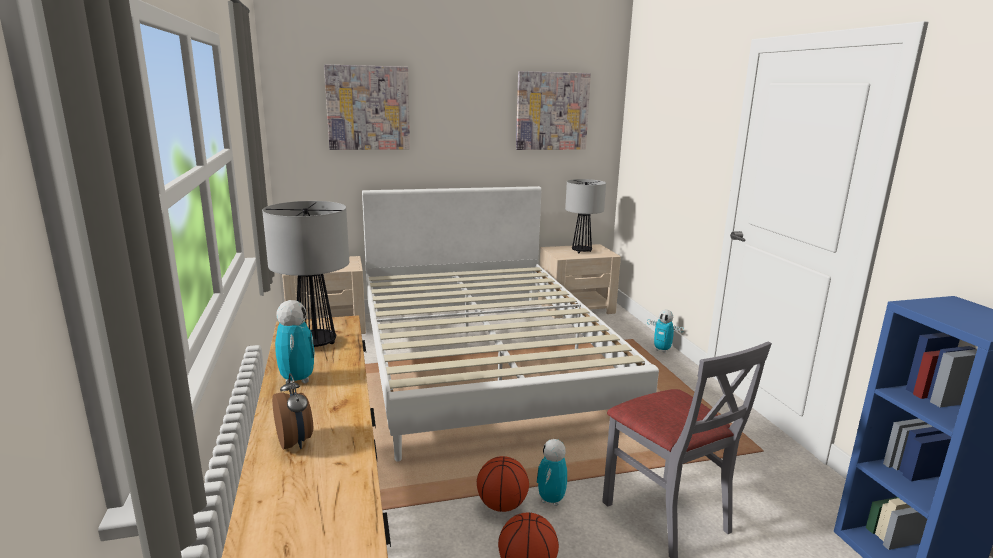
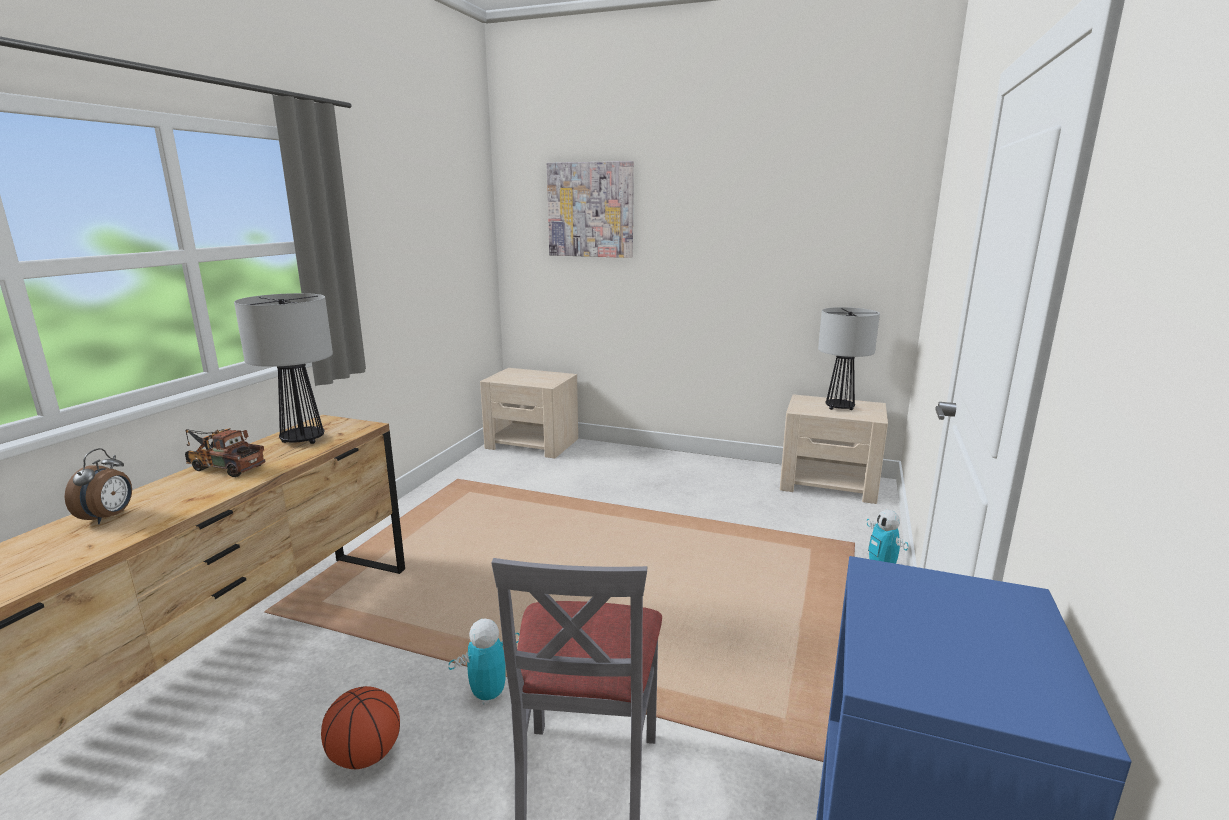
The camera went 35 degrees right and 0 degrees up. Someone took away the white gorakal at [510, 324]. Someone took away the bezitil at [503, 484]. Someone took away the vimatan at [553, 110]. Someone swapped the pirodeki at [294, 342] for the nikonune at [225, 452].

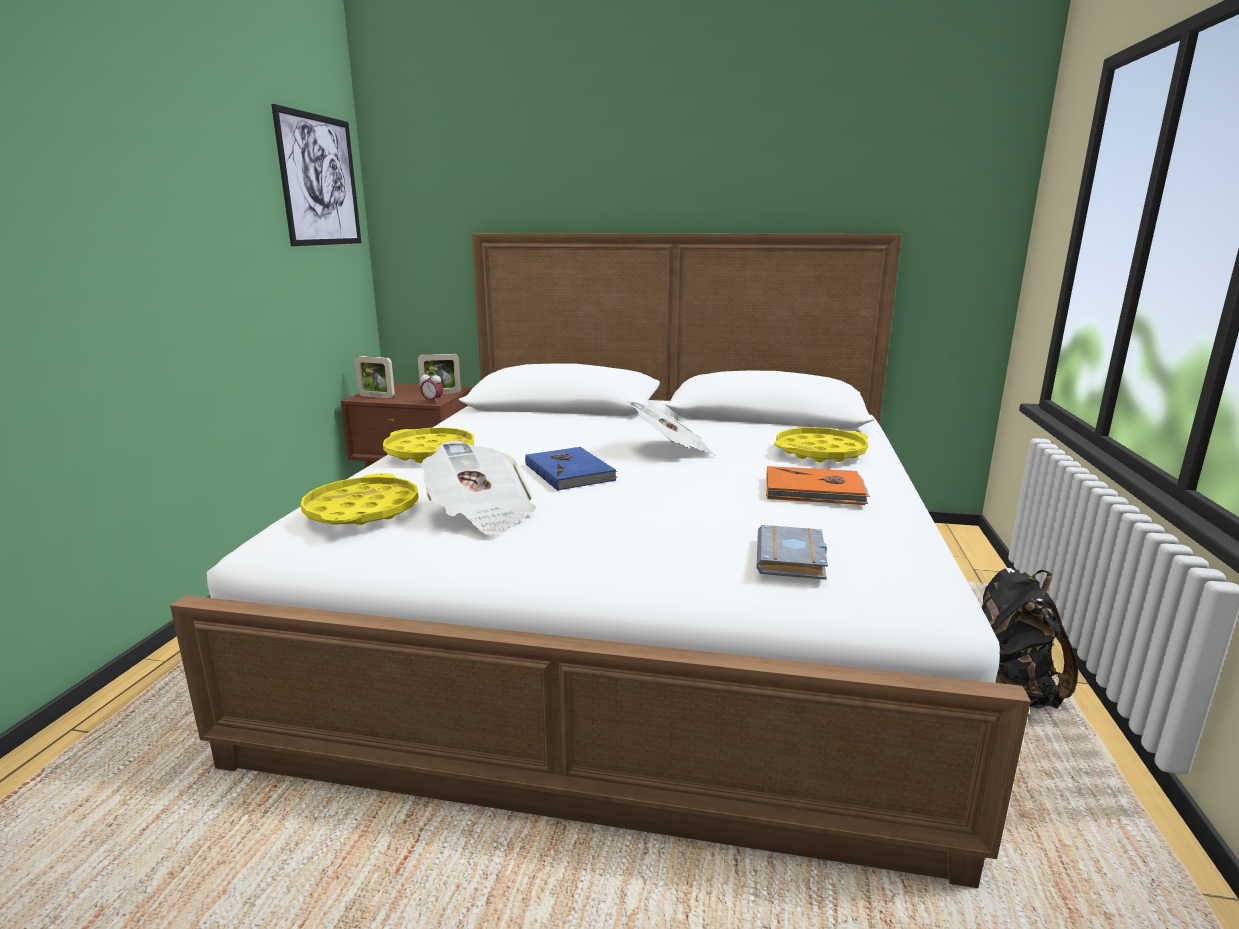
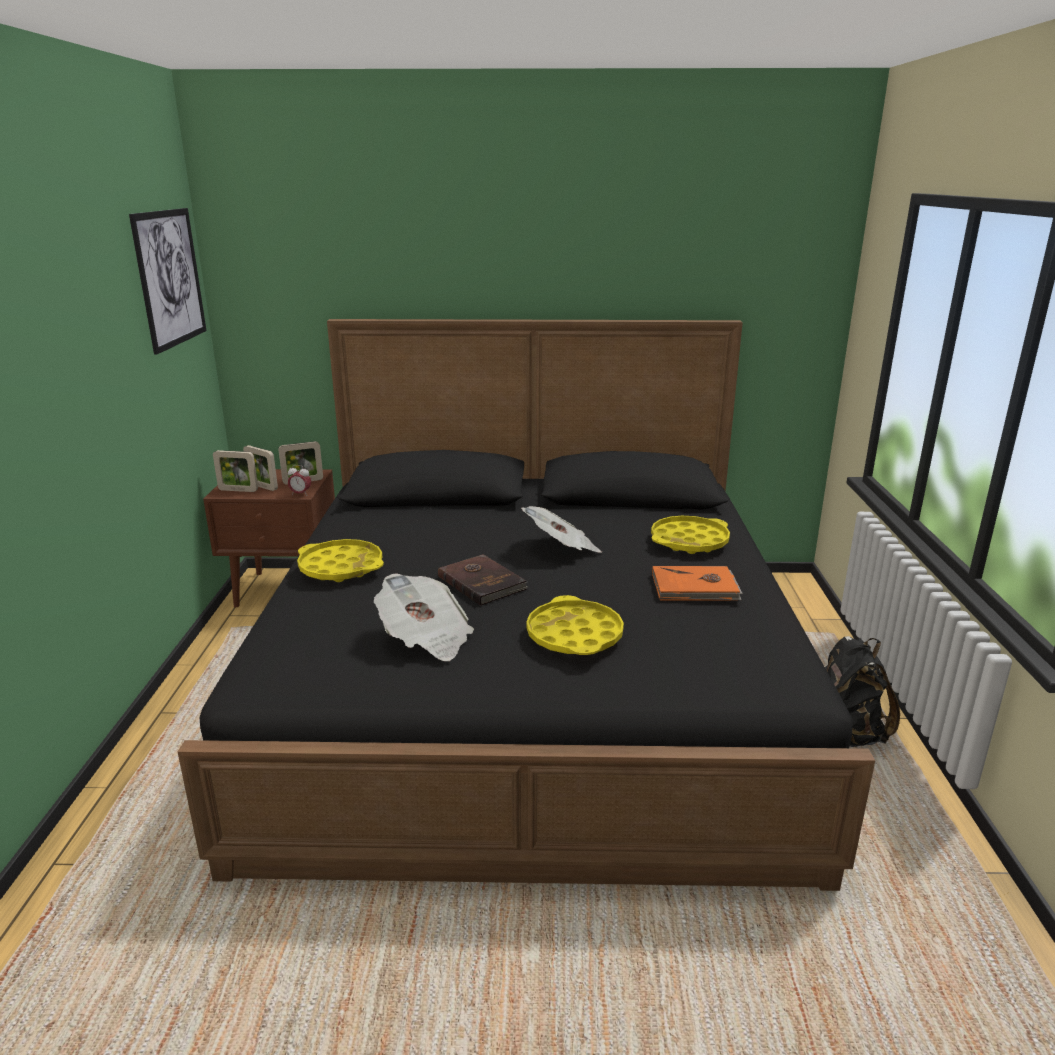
The camera went 10 degrees left and 5 degrees up. Someone took away the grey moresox at [792, 552]. Someone put down the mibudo at [260, 468]. Someone carried the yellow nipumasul from [360, 499] to [575, 625]. Someone repainted the white gorakal at [600, 560], which became the black gorakal at [526, 605]. Someone repainted the blue moresox at [571, 469], which became the brown moresox at [483, 580].

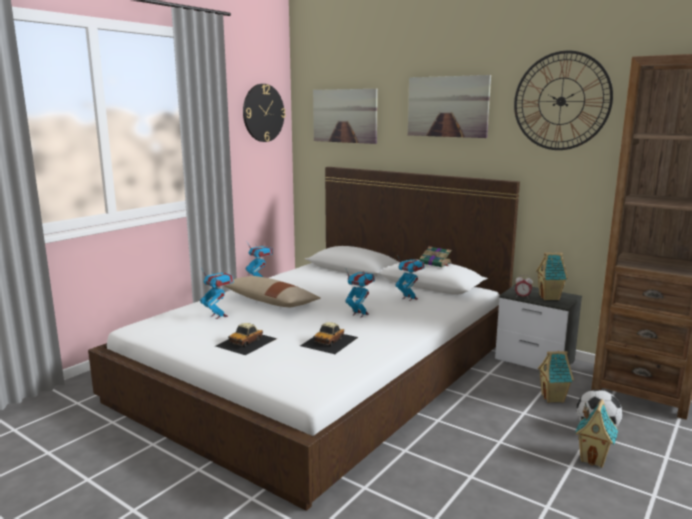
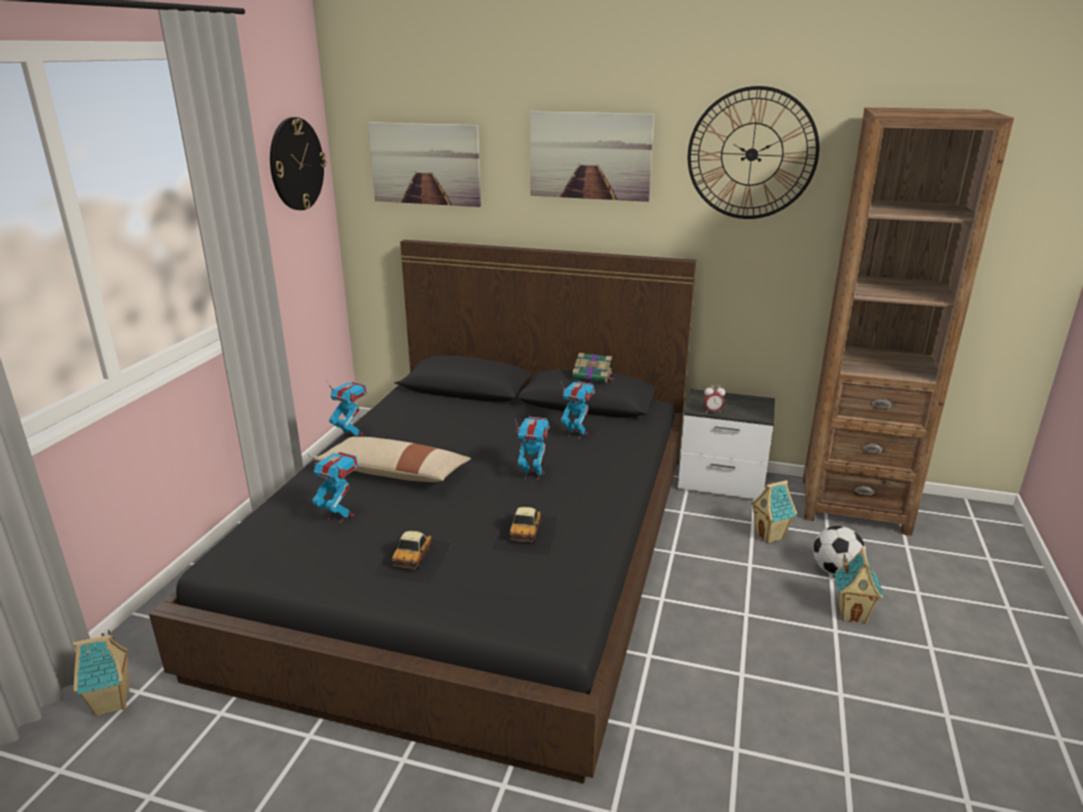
The camera went 20 degrees left and 10 degrees up. Someone carried the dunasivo from [552, 276] to [101, 673]. Someone repainted the white gorakal at [304, 339], which became the black gorakal at [422, 512].

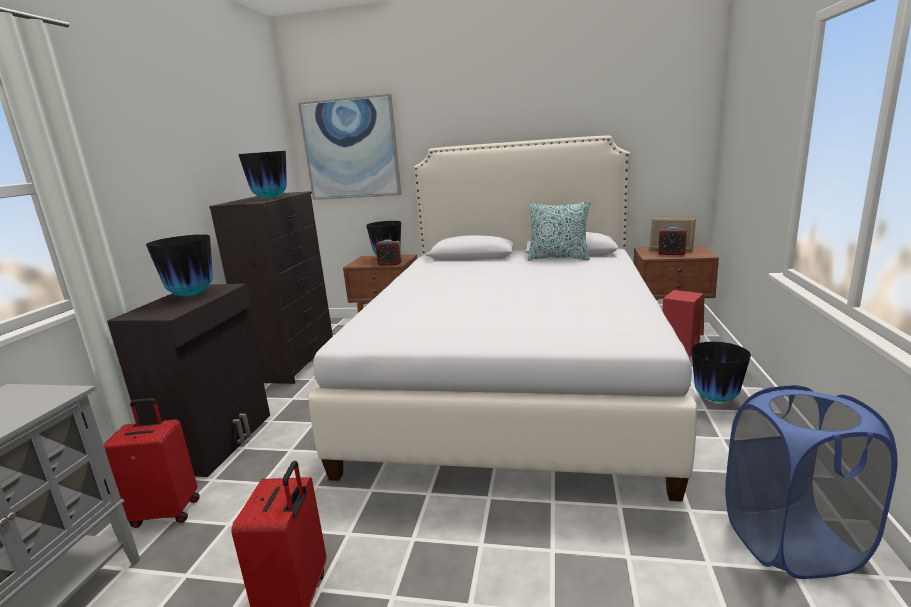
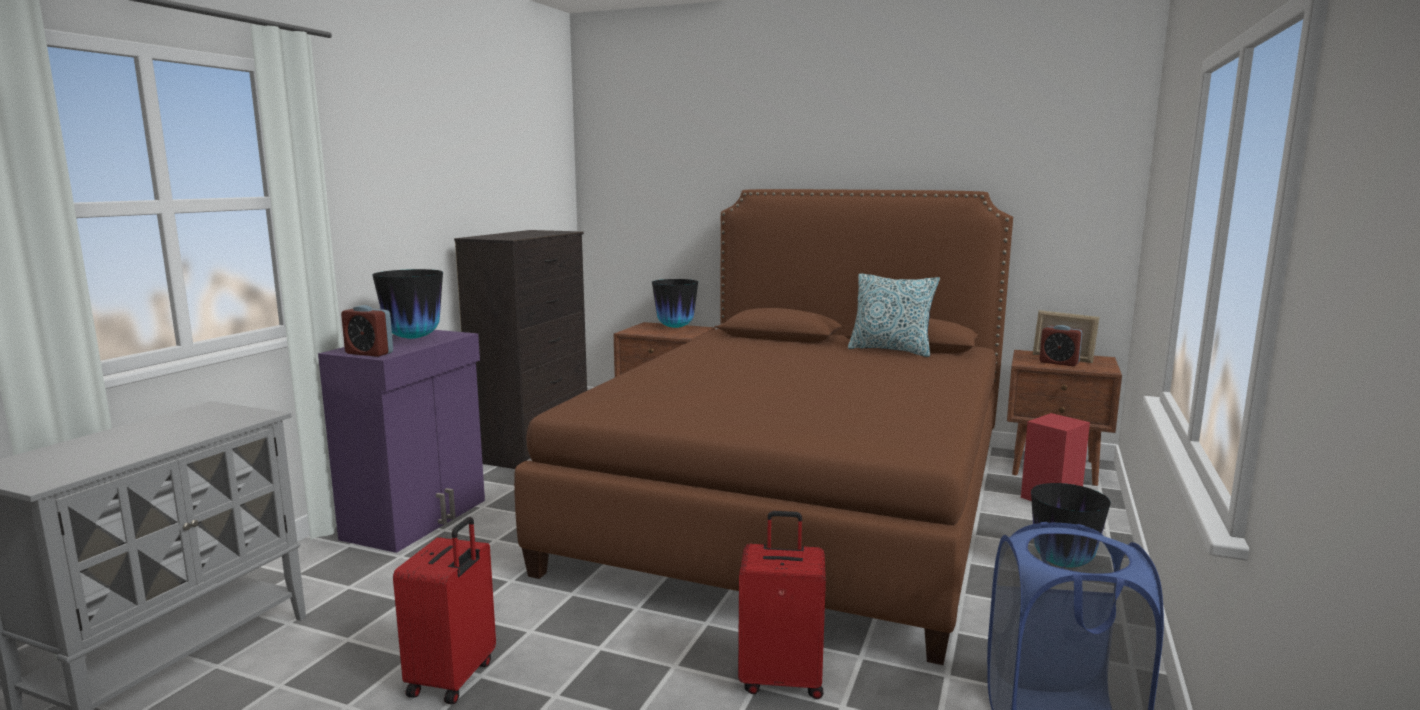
The camera went 10 degrees right and 5 degrees down. Someone took away the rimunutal at [262, 174]. Someone took away the vimatan at [350, 147]. Someone carried the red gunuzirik from [152, 463] to [782, 605]. Someone carried the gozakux from [389, 253] to [367, 331]. Someone repainted the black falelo at [188, 380], which became the purple falelo at [401, 441]. Someone repainted the white gorakal at [502, 319], which became the brown gorakal at [763, 427].

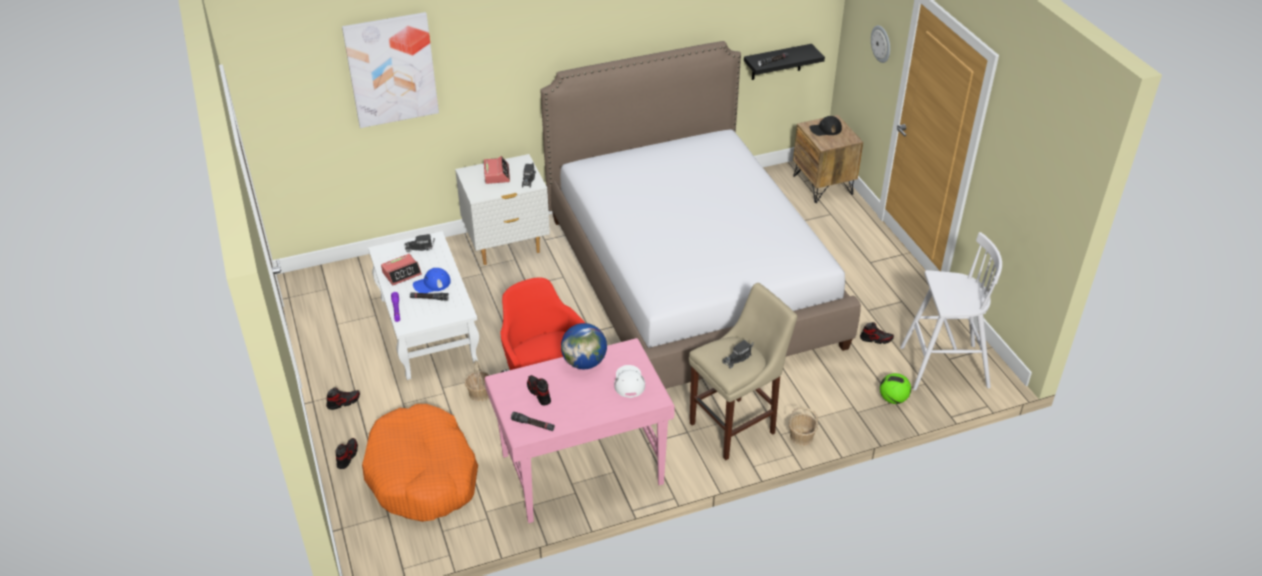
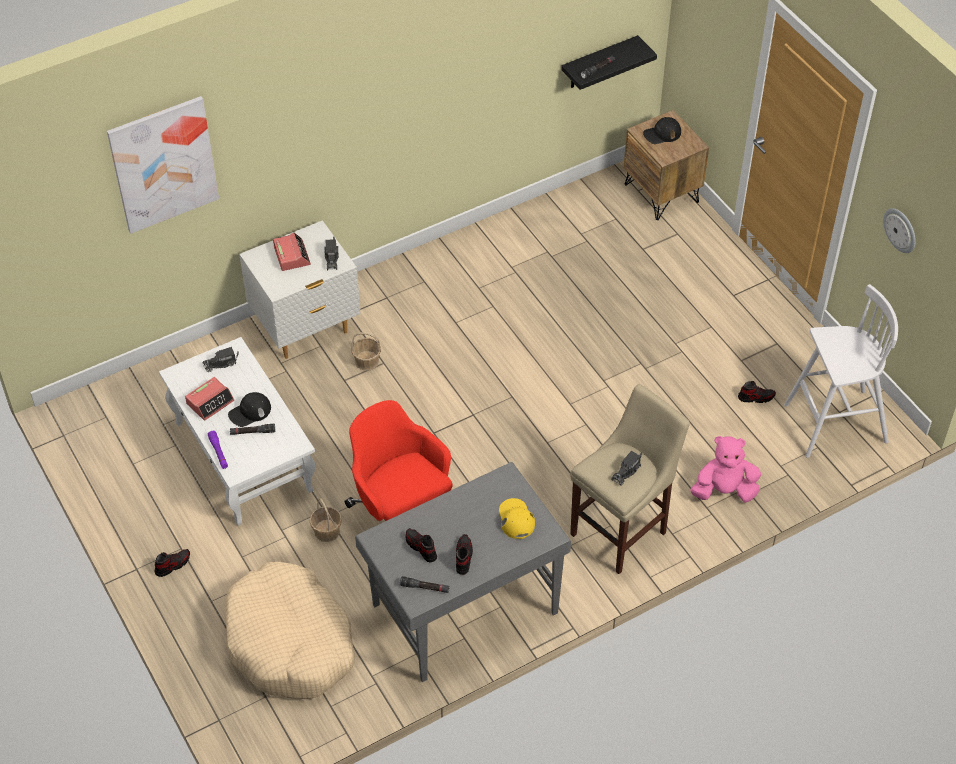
The camera went 10 degrees left and 10 degrees up. Someone took away the gorakal at [700, 215]. Someone took away the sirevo at [584, 346]. Someone took away the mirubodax at [895, 388]. Someone put down the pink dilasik at [726, 469]. Someone carried the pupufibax from [346, 453] to [464, 554]. Someone carried the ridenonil from [803, 426] to [366, 351]. Someone carried the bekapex from [880, 44] to [899, 230]. Someone repainted the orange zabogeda at [420, 463], which became the beige zabogeda at [290, 630]. Someone repainted the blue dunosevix at [432, 280], which became the black dunosevix at [249, 409]. Someone repainted the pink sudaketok at [580, 430], which became the grey sudaketok at [463, 572]. Someone repainted the white dunosevix at [629, 381], which became the yellow dunosevix at [517, 518].

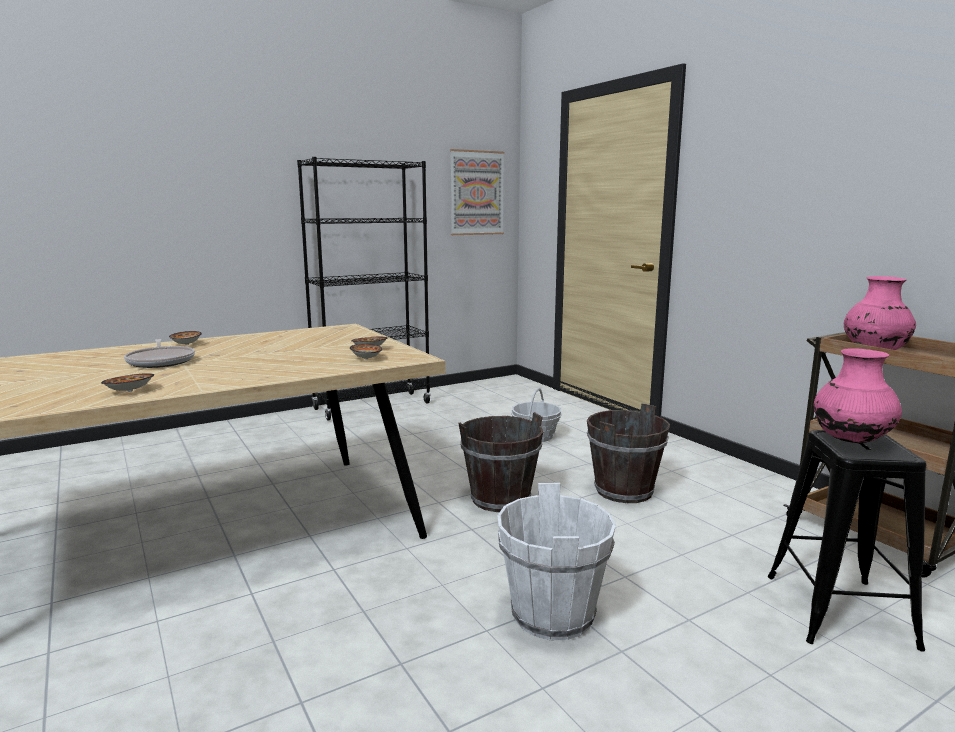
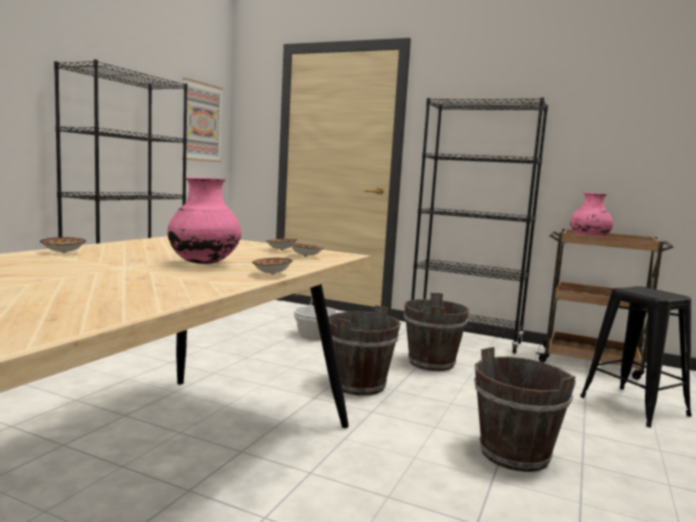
The camera went 35 degrees left and 5 degrees down. Someone took away the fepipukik at [159, 353]. Someone put down the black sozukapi at [479, 225]. Someone carried the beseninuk from [127, 382] to [272, 266]. Someone carried the pink rimunutal from [858, 395] to [204, 220]. Someone repainted the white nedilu at [556, 561], which became the brown nedilu at [525, 409].

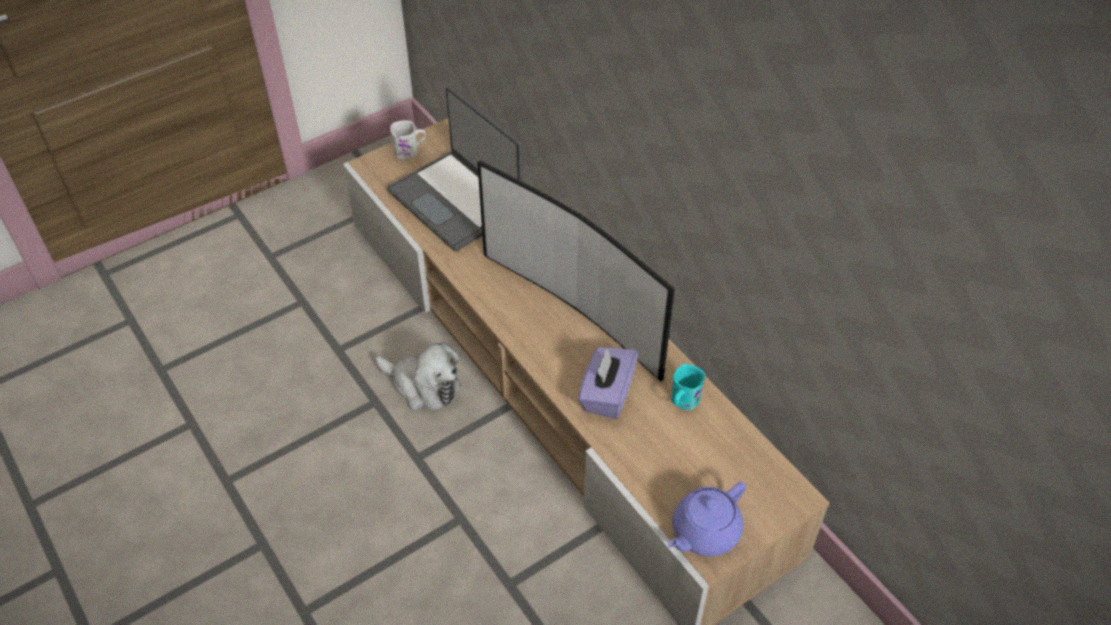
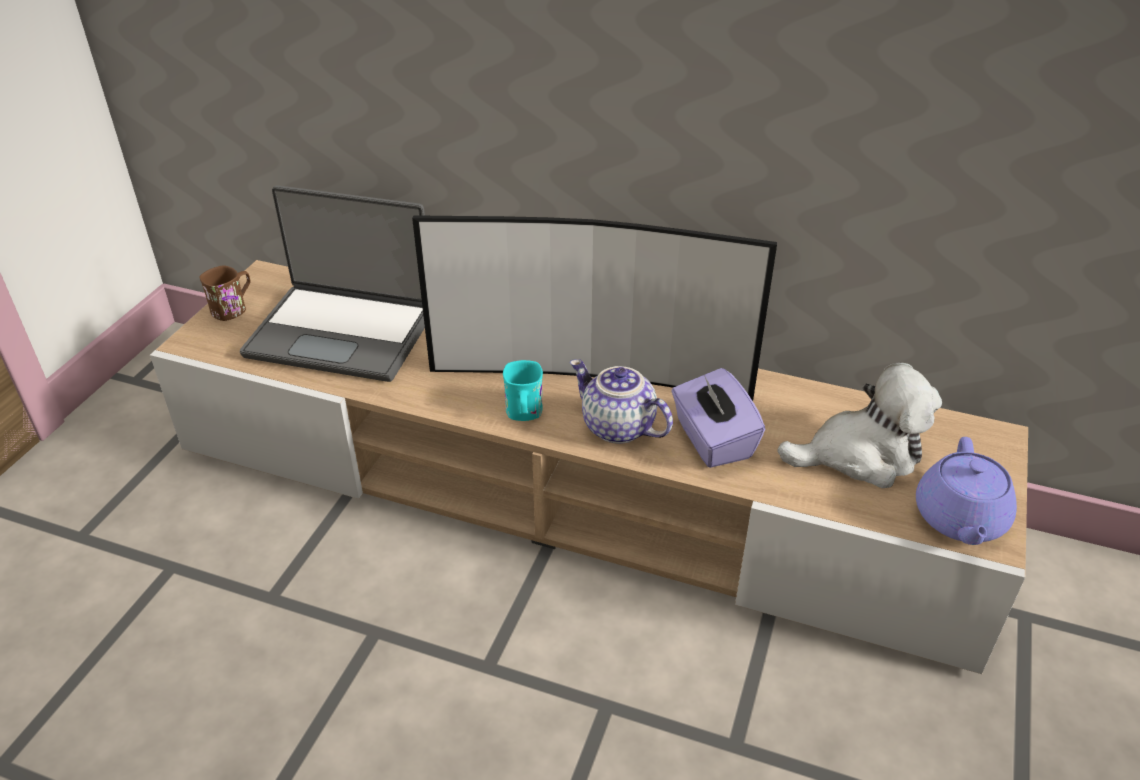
The camera went 35 degrees left and 10 degrees down. Someone put down the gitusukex at [621, 401]. Someone carried the dilasik from [418, 376] to [859, 425]. Someone carried the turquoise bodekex from [688, 387] to [523, 390]. Someone repainted the white bodekex at [408, 139], which became the brown bodekex at [225, 293].

